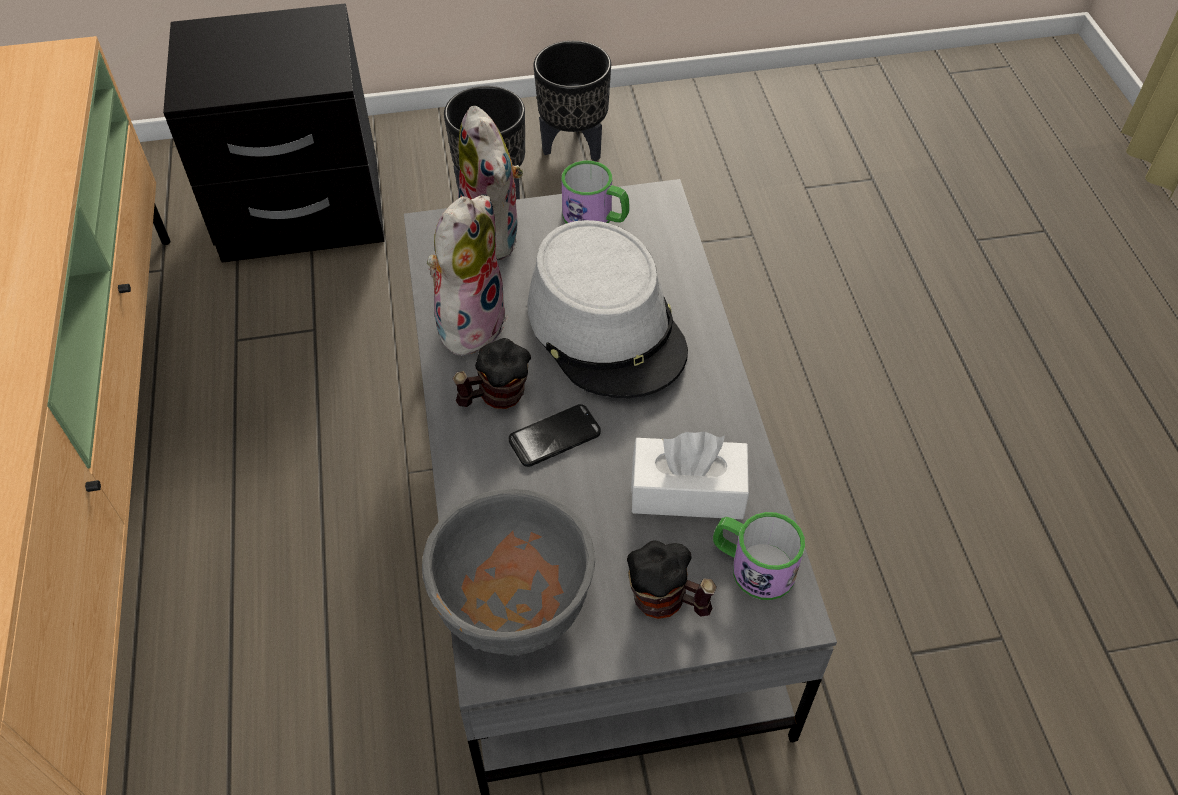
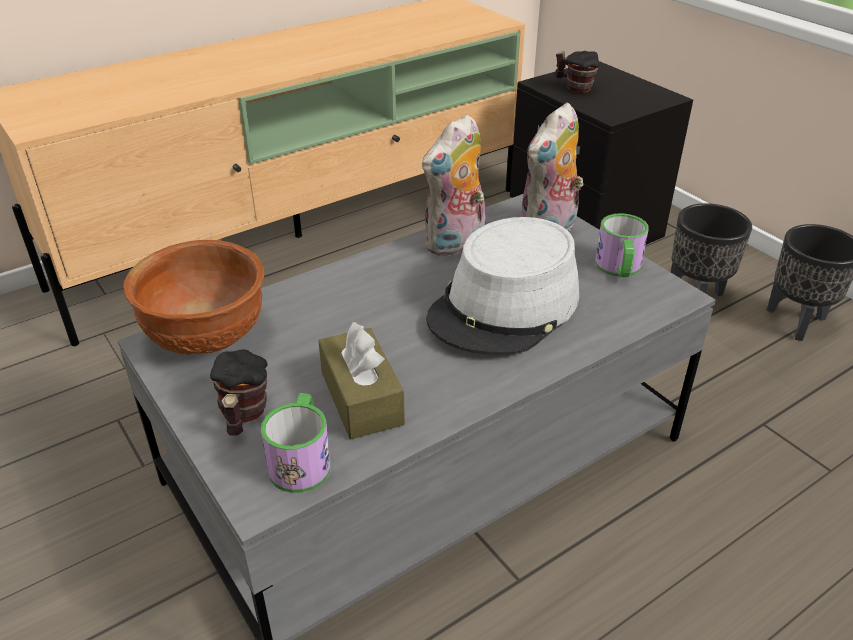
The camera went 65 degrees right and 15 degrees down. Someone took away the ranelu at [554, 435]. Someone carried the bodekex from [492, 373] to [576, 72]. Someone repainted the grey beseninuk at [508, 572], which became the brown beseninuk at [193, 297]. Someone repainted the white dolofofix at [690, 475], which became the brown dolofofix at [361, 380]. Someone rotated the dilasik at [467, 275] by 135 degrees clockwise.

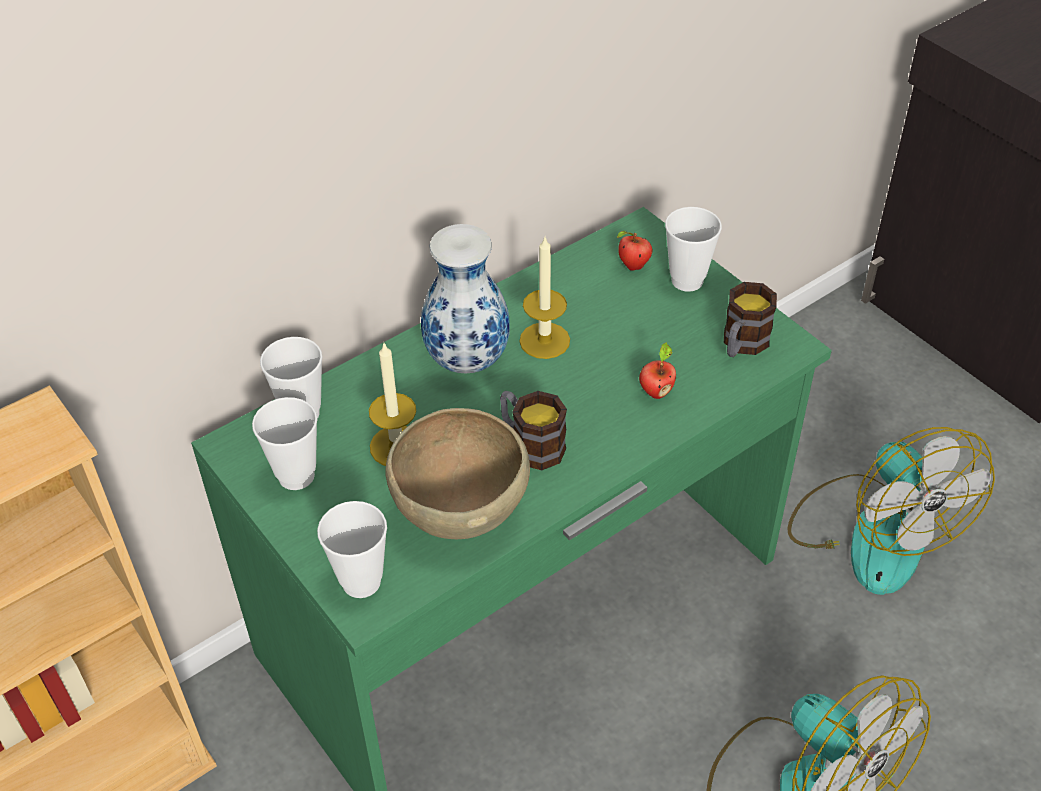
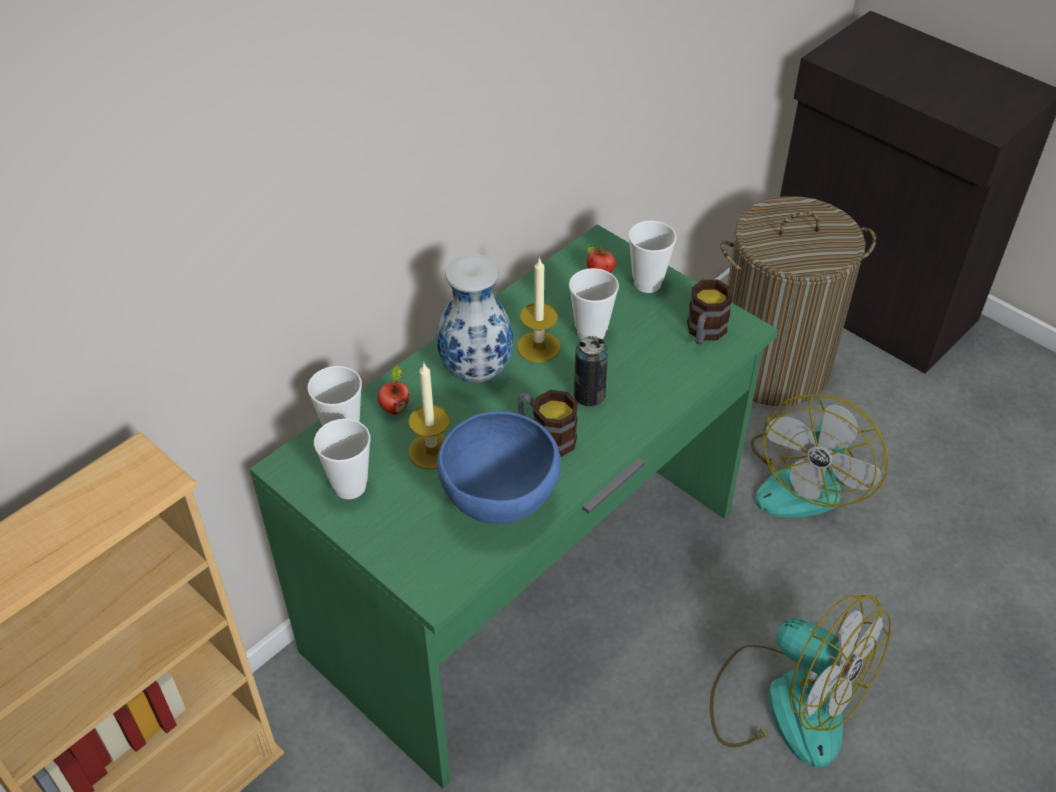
The camera went 10 degrees left and 0 degrees up. Someone put down the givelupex at [591, 371]. Someone put down the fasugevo at [798, 301]. Someone carried the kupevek from [352, 549] to [594, 304]. Someone carried the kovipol from [657, 371] to [393, 390]. Someone repainted the brown beseninuk at [457, 473], which became the blue beseninuk at [499, 467]. Someone rotated the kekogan at [891, 511] by 60 degrees clockwise.

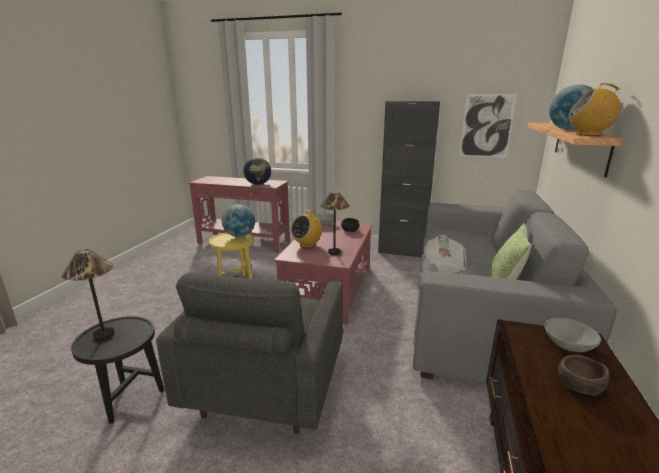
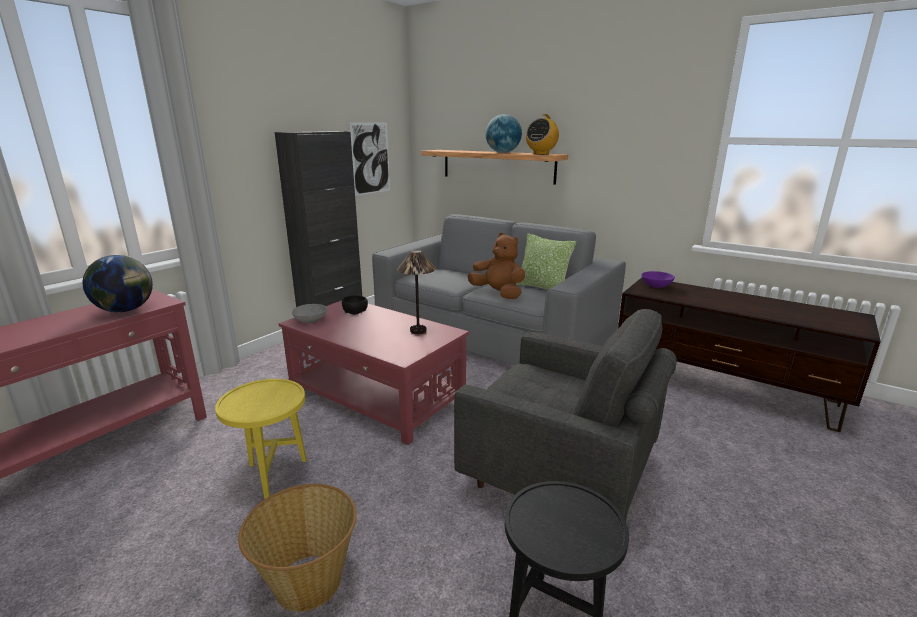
The camera went 70 degrees left and 0 degrees up. Someone took away the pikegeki at [88, 294]. Someone took away the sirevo at [238, 220]. Someone took away the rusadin at [306, 229]. Someone took away the brown beseninuk at [583, 375]. Someone put down the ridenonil at [297, 548]. Someone swapped the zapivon at [445, 254] for the brown dilasik at [496, 266]. Someone repainted the grey beseninuk at [572, 335], which became the purple beseninuk at [658, 279].

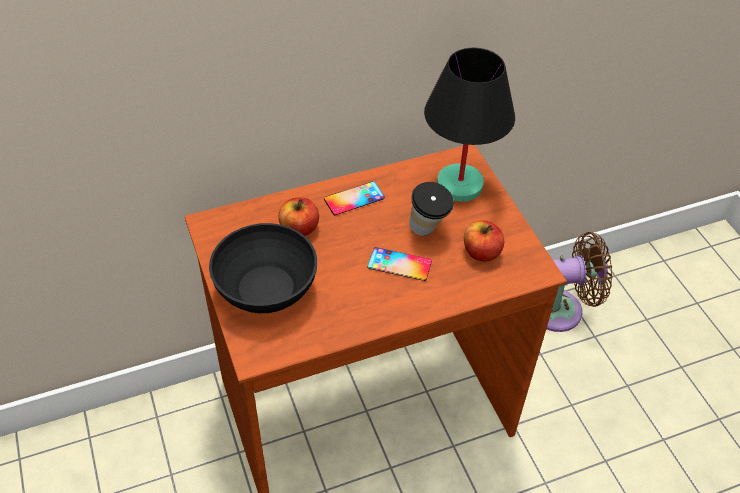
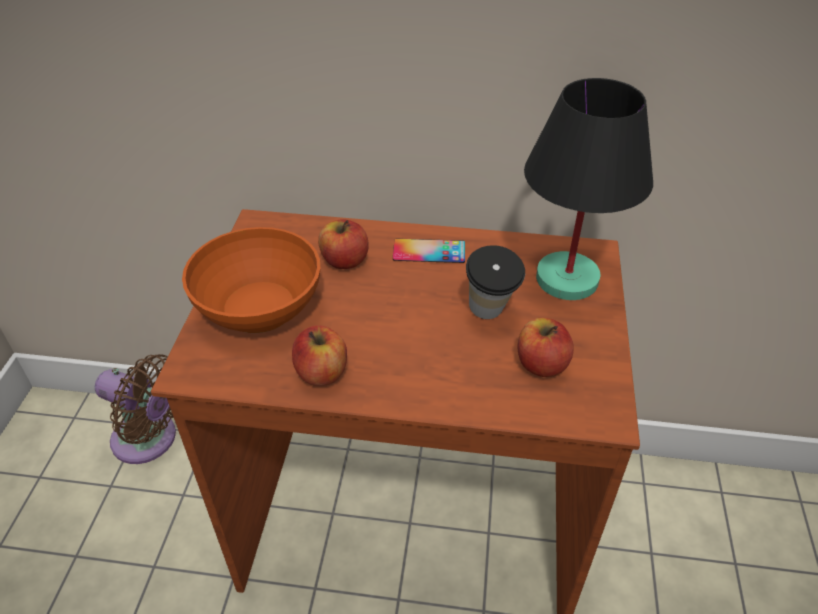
The camera went 30 degrees right and 5 degrees down. Someone took away the ranelu at [399, 264]. Someone put down the kovipol at [319, 355]. Someone carried the brown kekogan from [580, 282] to [135, 409]. Someone repainted the black beseninuk at [263, 268], which became the orange beseninuk at [251, 280].

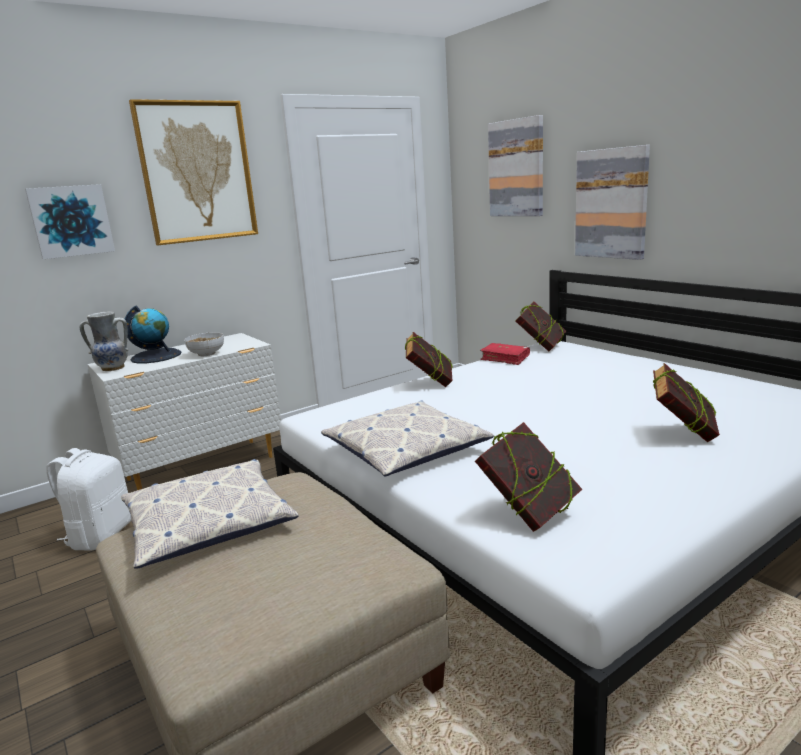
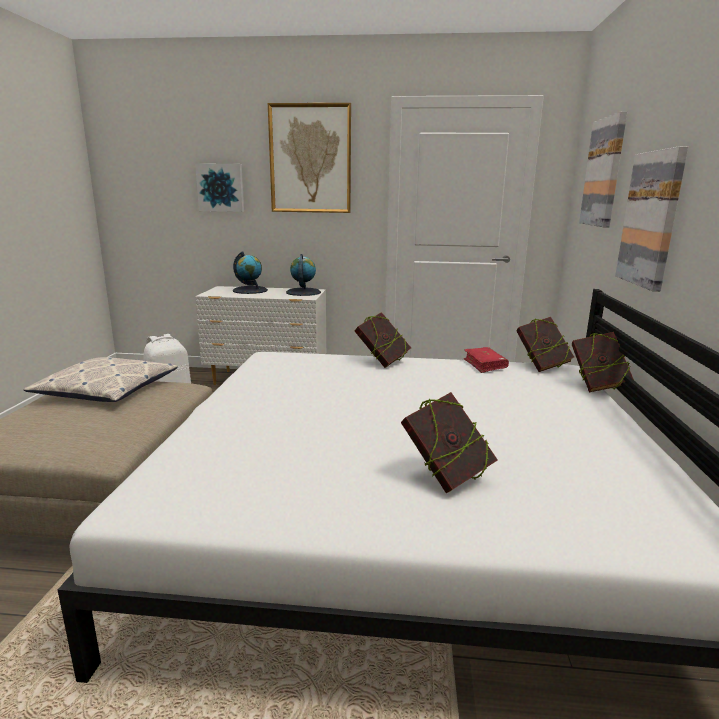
The camera went 40 degrees right and 0 degrees up. Someone took away the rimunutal at [104, 341]. Someone took away the beseninuk at [204, 344]. Someone took away the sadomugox at [407, 438]. Someone put down the sirevo at [303, 275]. Someone carried the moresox from [528, 477] to [603, 362].

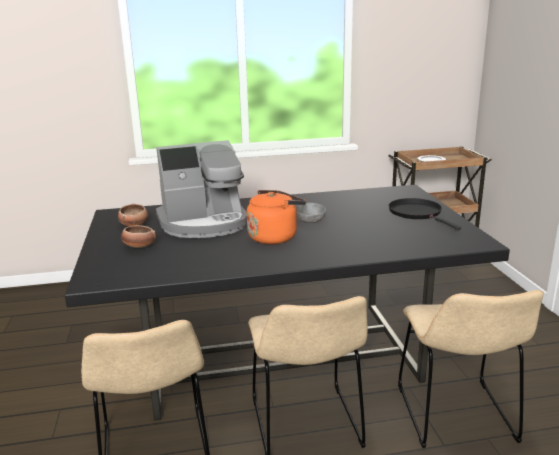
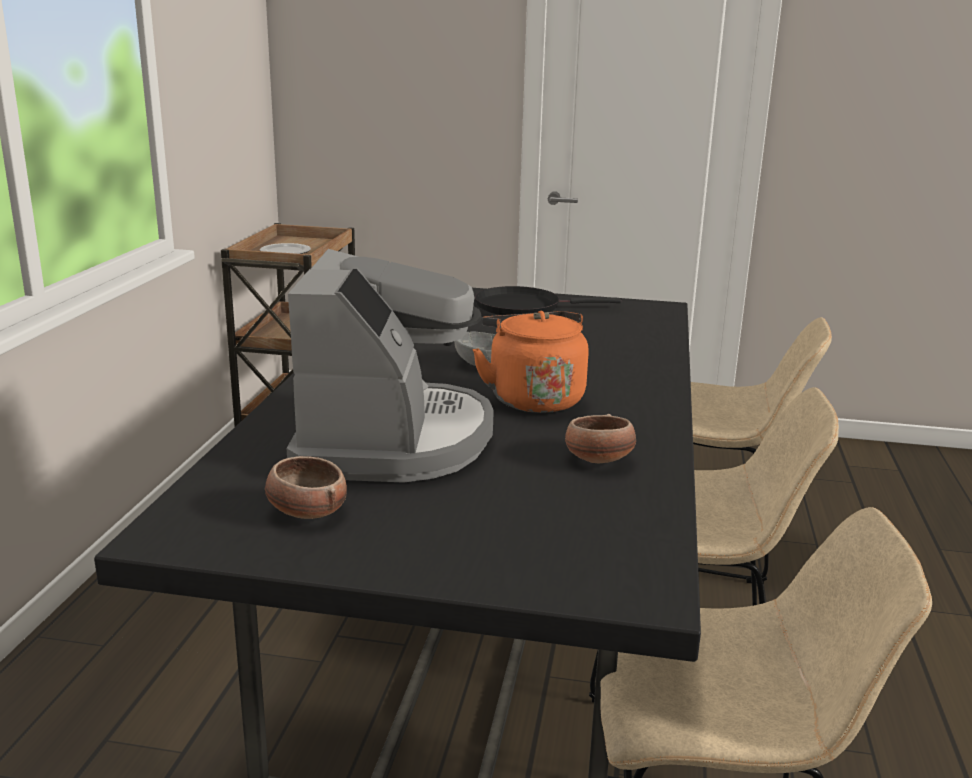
The camera went 70 degrees left and 0 degrees up. Someone carried the beseninuk from [138, 236] to [600, 438].

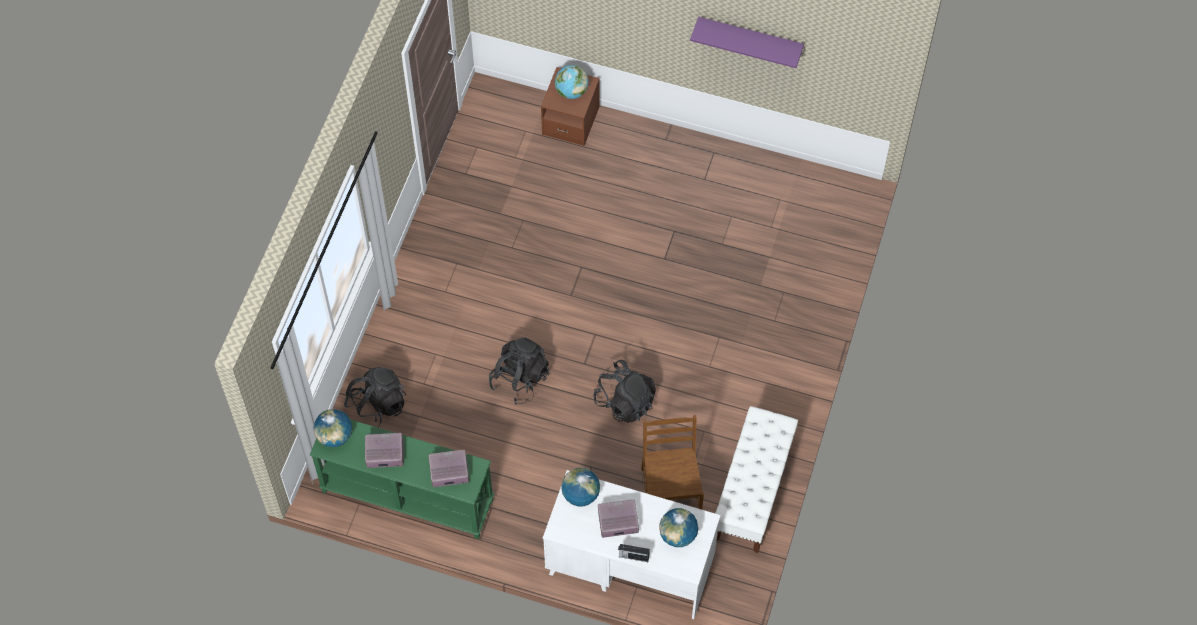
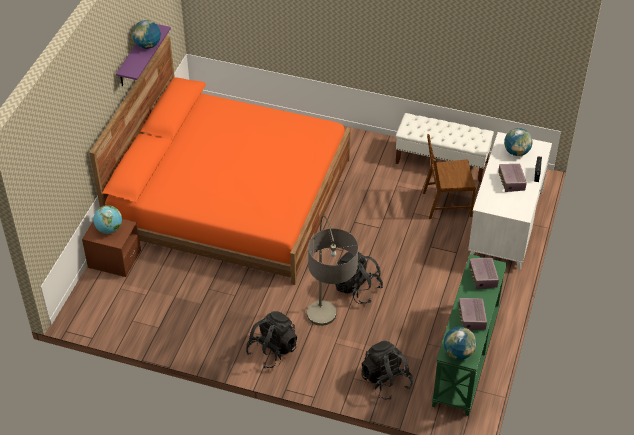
The camera went 90 degrees left and 15 degrees down. Someone put down the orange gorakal at [220, 160]. Someone put down the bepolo at [332, 270]. Someone carried the sirevo from [580, 487] to [146, 34]. Someone carried the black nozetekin from [624, 391] to [271, 339].

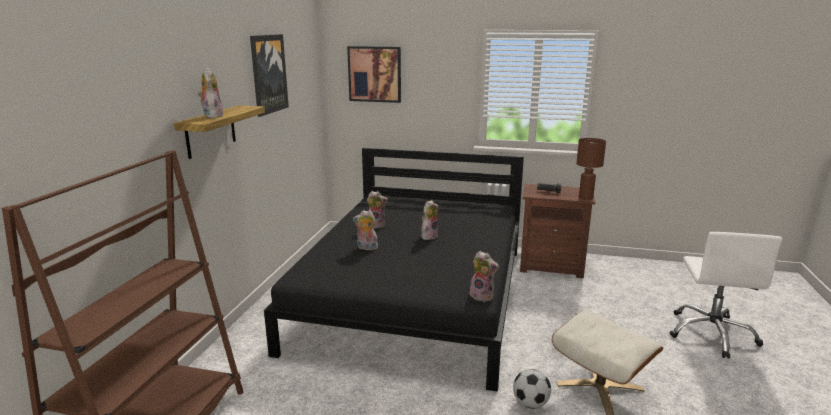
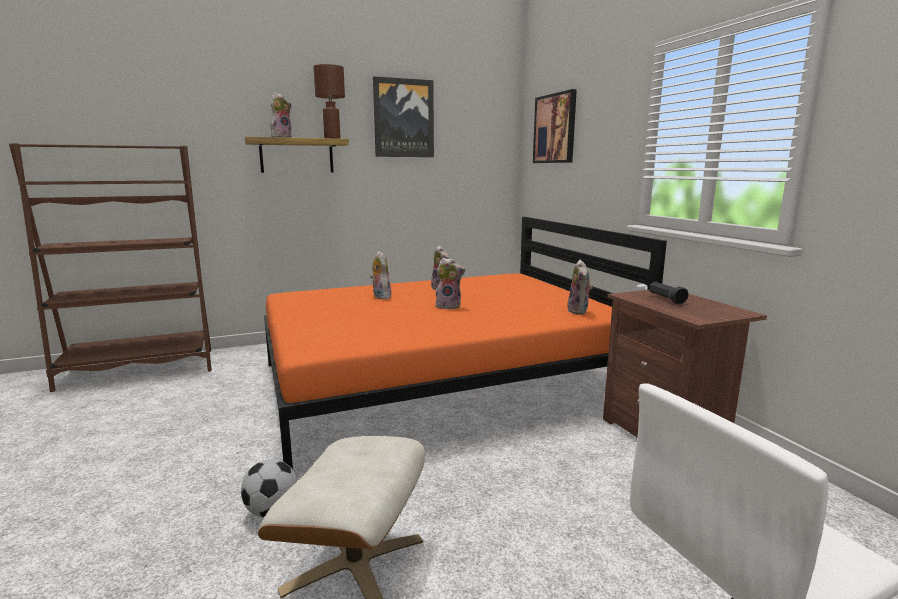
The camera went 55 degrees right and 5 degrees down. Someone carried the dilasik from [484, 276] to [580, 287]. Someone carried the brown pikegeki from [591, 169] to [329, 101]. Someone repainted the black gorakal at [394, 270], which became the orange gorakal at [465, 343].

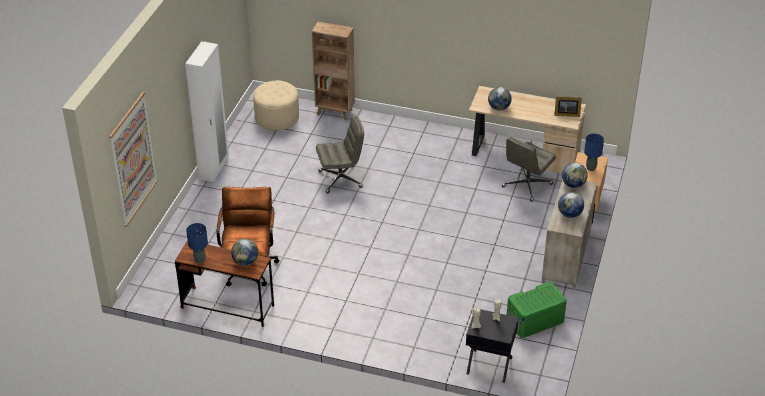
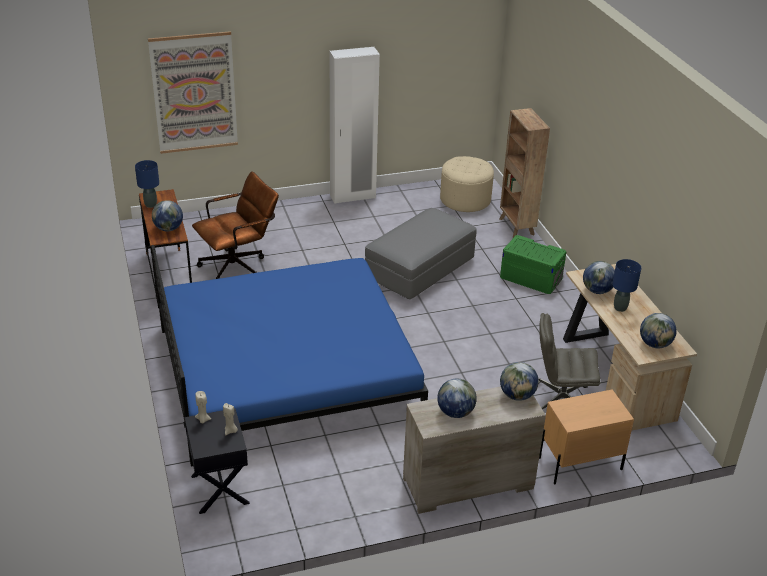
The camera went 55 degrees right and 5 degrees down. Someone put down the blue gorakal at [289, 356]. Someone carried the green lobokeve from [537, 310] to [533, 264]. Someone carried the blue pikegeki from [594, 152] to [626, 285]. Someone swapped the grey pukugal at [340, 154] for the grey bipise at [421, 253]. Someone swapped the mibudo at [568, 106] for the sirevo at [658, 330].

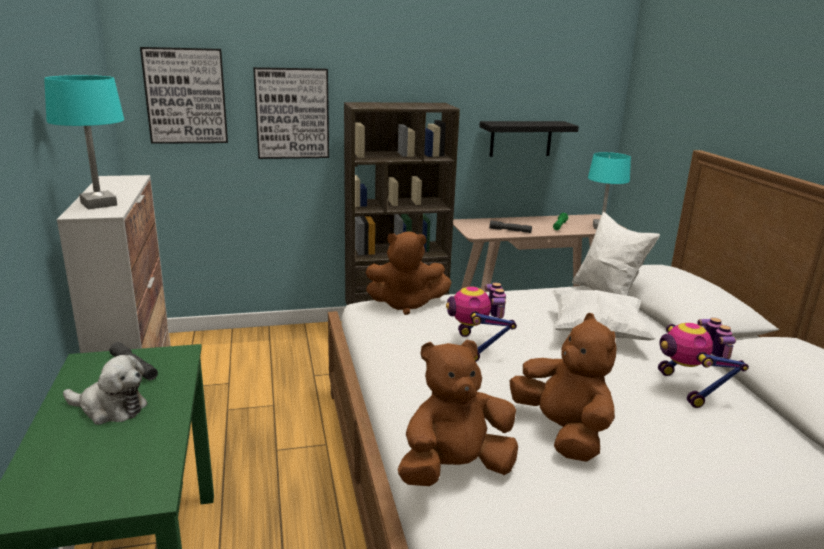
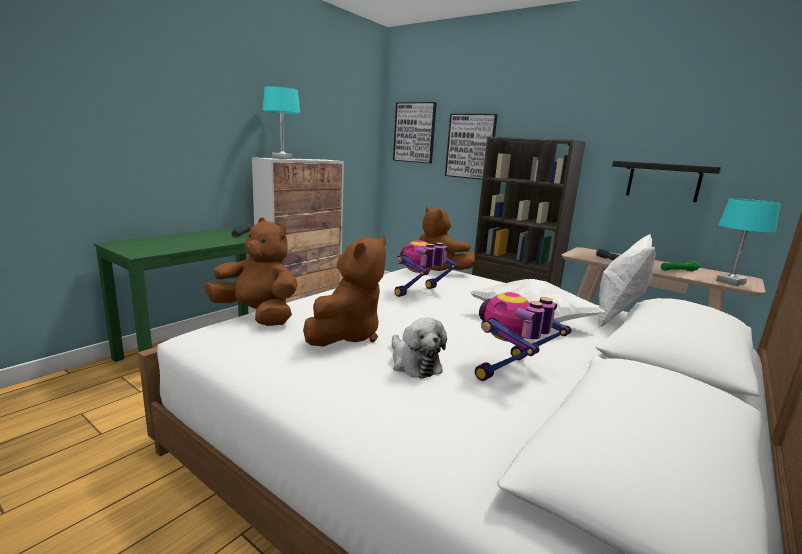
The camera went 50 degrees right and 5 degrees down. Someone carried the dilasik from [105, 390] to [419, 348].

